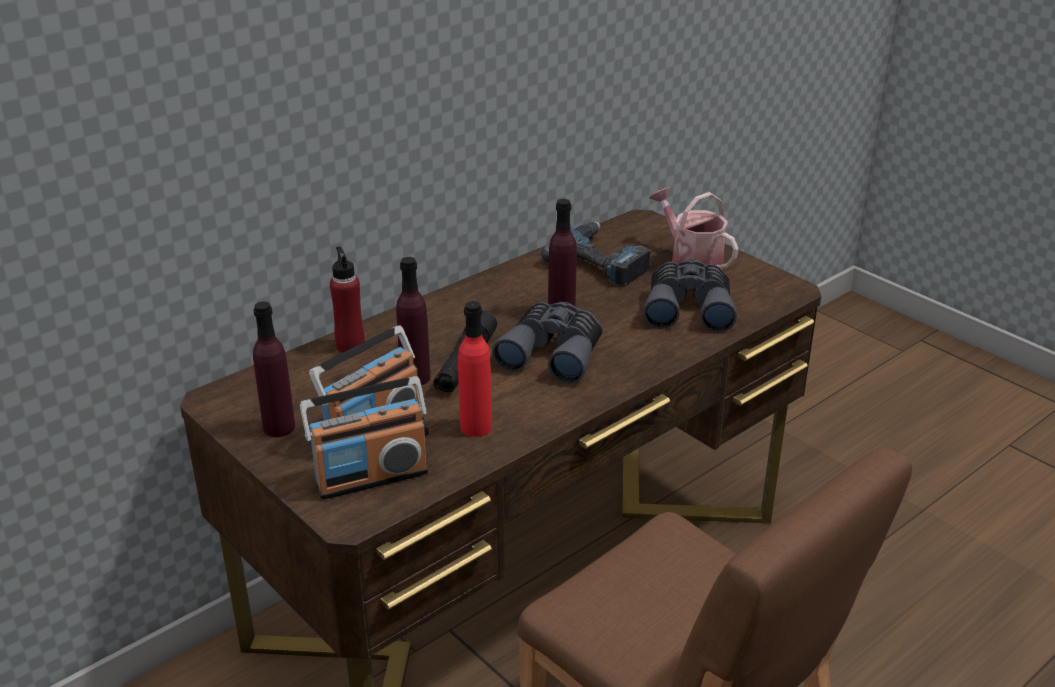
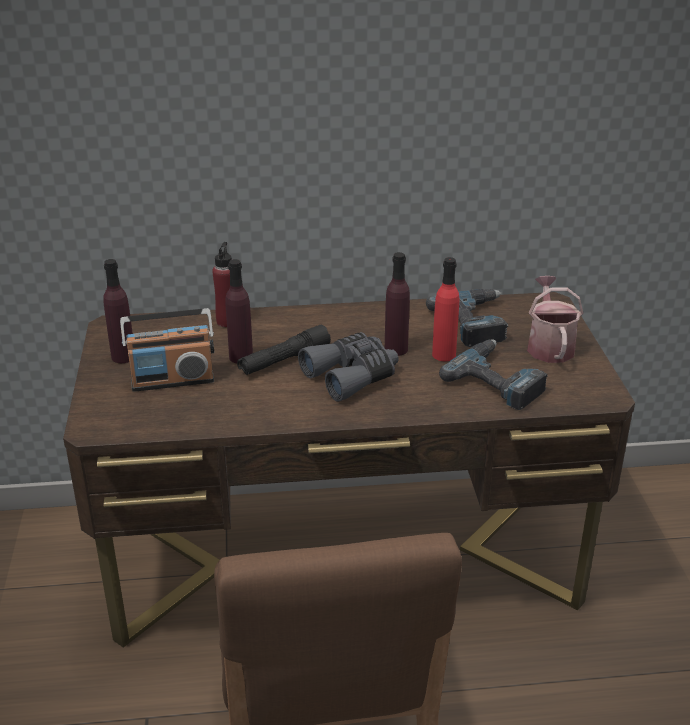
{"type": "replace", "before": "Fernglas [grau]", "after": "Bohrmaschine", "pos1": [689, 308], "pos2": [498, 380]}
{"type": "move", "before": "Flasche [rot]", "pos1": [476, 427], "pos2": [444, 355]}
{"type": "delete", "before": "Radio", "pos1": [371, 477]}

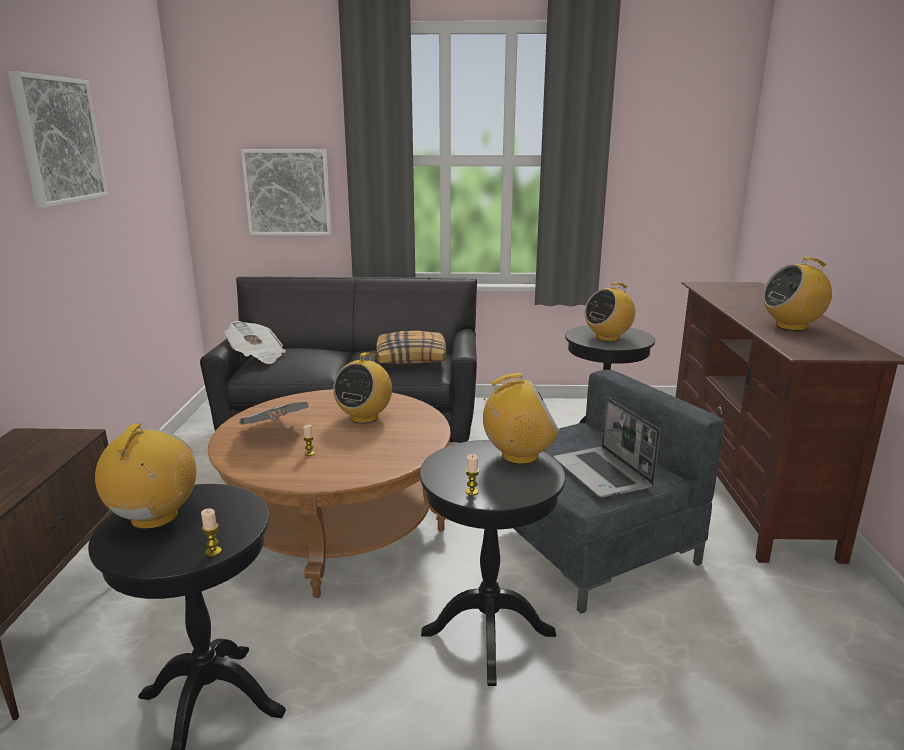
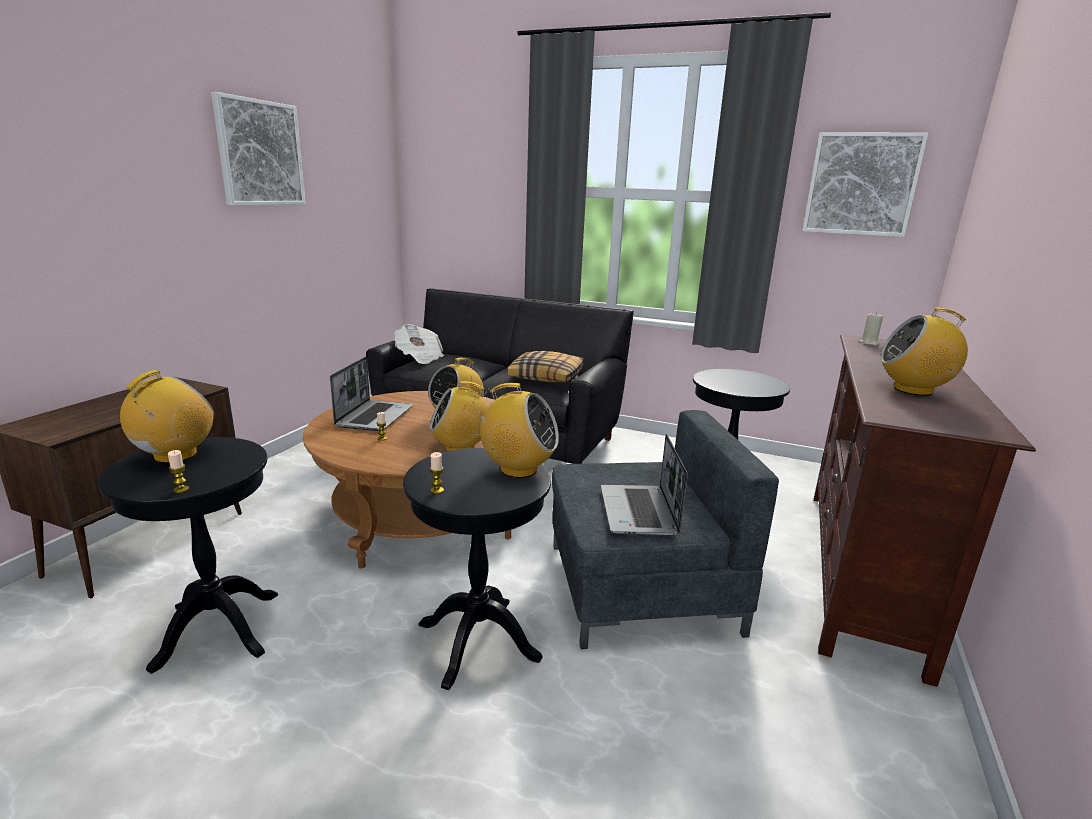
{"type": "move", "before": "Bild", "pos1": [288, 192], "pos2": [861, 184]}
{"type": "move", "before": "Radio", "pos1": [608, 338], "pos2": [460, 448]}
{"type": "replace", "before": "Zeitung", "after": "Laptop", "pos1": [275, 431], "pos2": [374, 416]}
{"type": "insert", "after": "Kerze [beige]", "pos2": [869, 343]}

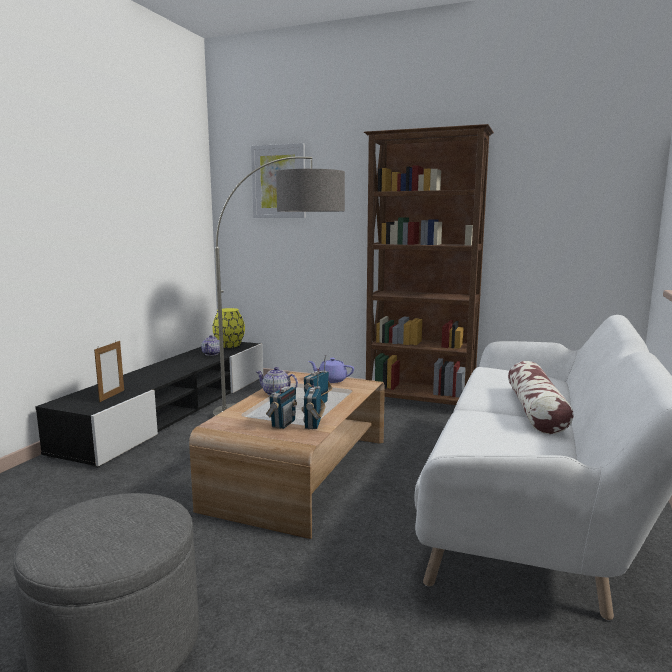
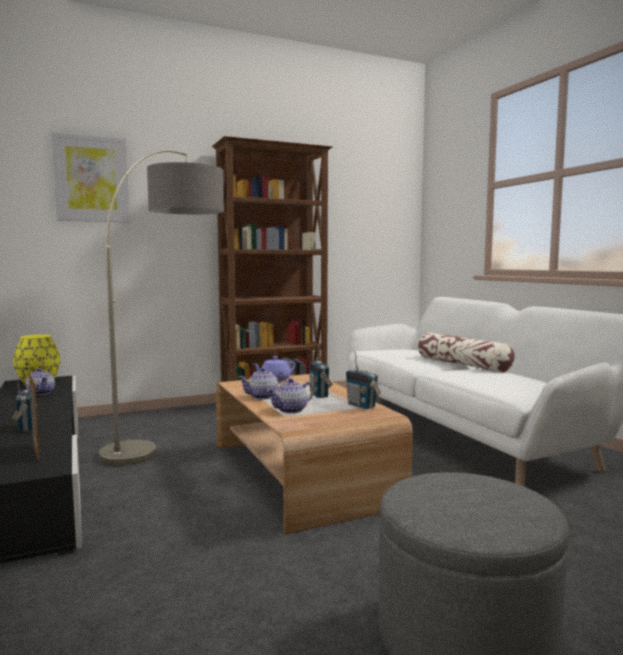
{"type": "move", "before": "Radio", "pos1": [283, 424], "pos2": [26, 428]}
{"type": "insert", "after": "Teekanne", "pos2": [291, 410]}

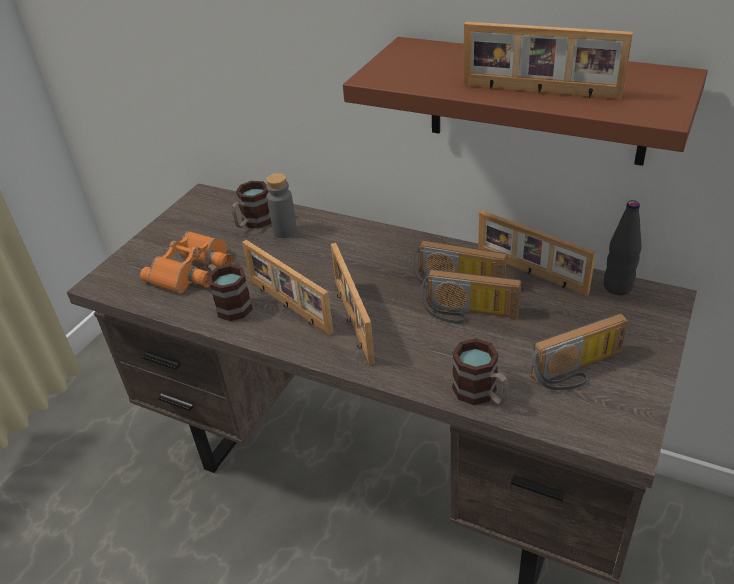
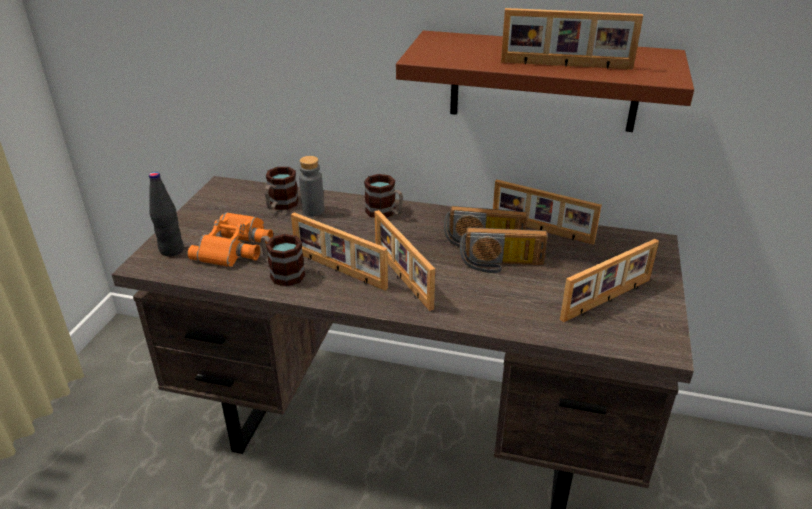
{"type": "move", "before": "Flasche [schwarz]", "pos1": [617, 287], "pos2": [171, 250]}
{"type": "replace", "before": "Radio", "after": "Bilderrahmen", "pos1": [579, 371], "pos2": [607, 300]}
{"type": "move", "before": "Henkelbecher", "pos1": [481, 394], "pos2": [385, 213]}

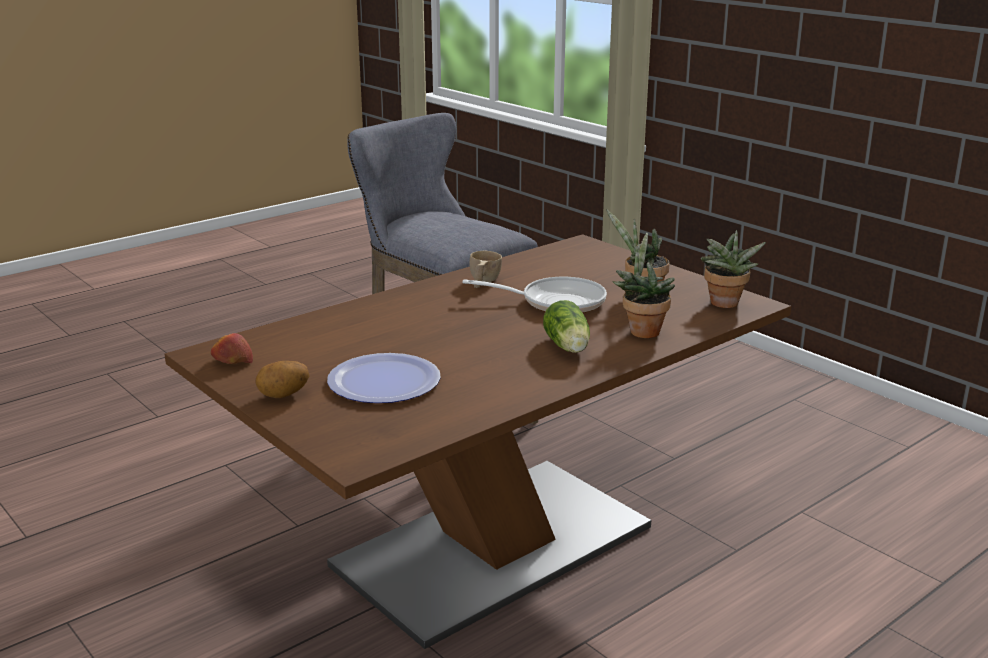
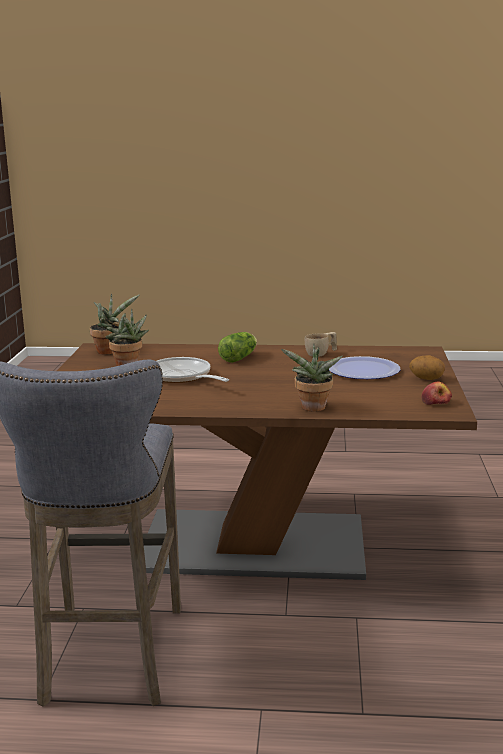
{"type": "move", "before": "Topfpflanze", "pos1": [642, 330], "pos2": [312, 409]}
{"type": "move", "before": "Tasse [beige]", "pos1": [483, 282], "pos2": [321, 354]}

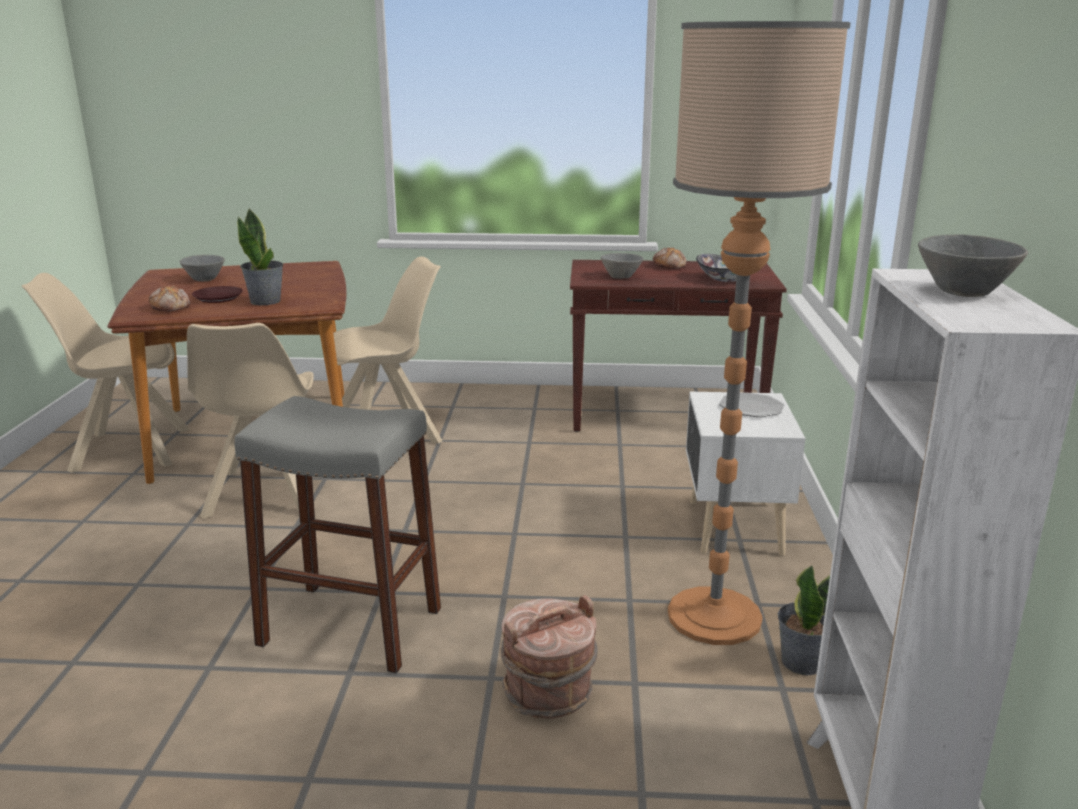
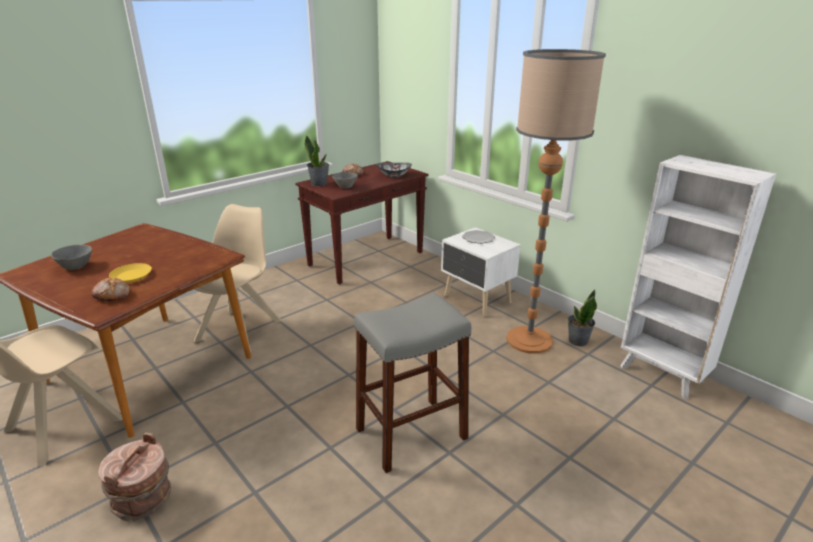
{"type": "move", "before": "Topfpflanze", "pos1": [266, 301], "pos2": [319, 184]}
{"type": "delete", "before": "Schüssel [grau]", "pos1": [960, 291]}
{"type": "recolor", "before": "Teller [braun]", "after": "Teller [gelb]", "pos1": [218, 298], "pos2": [132, 276]}
{"type": "delete", "before": "Stuhl [beige]", "pos1": [264, 495]}
{"type": "move", "before": "Eimer [braun]", "pos1": [548, 694], "pos2": [143, 499]}

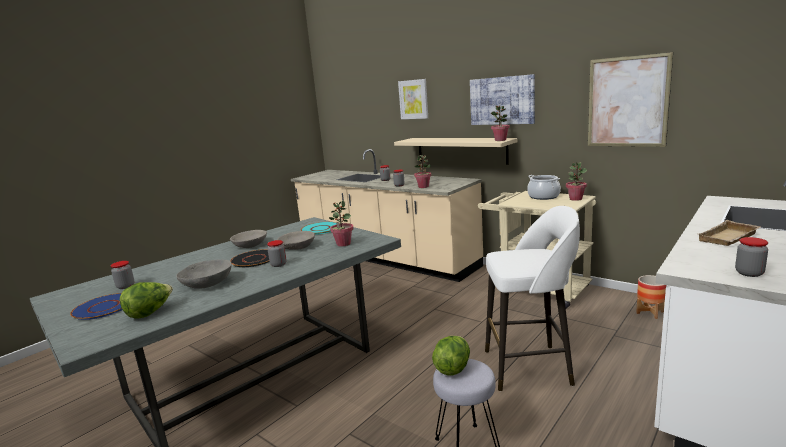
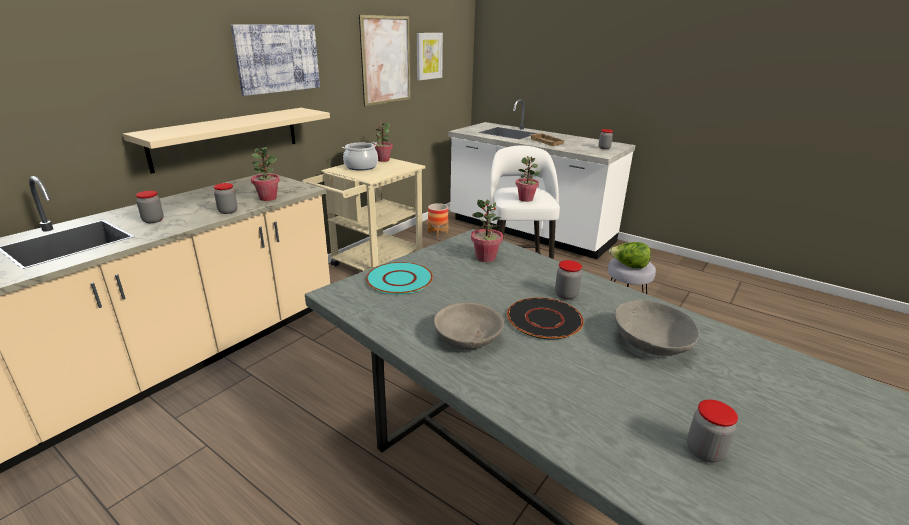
{"type": "move", "before": "Bild", "pos1": [413, 99], "pos2": [428, 56]}
{"type": "move", "before": "Topfpflanze", "pos1": [500, 140], "pos2": [526, 199]}
{"type": "delete", "before": "Schüssel [grau]", "pos1": [297, 247]}
{"type": "delete", "before": "Salatkopf", "pos1": [150, 313]}
{"type": "delete", "before": "Teller [blau]", "pos1": [104, 307]}

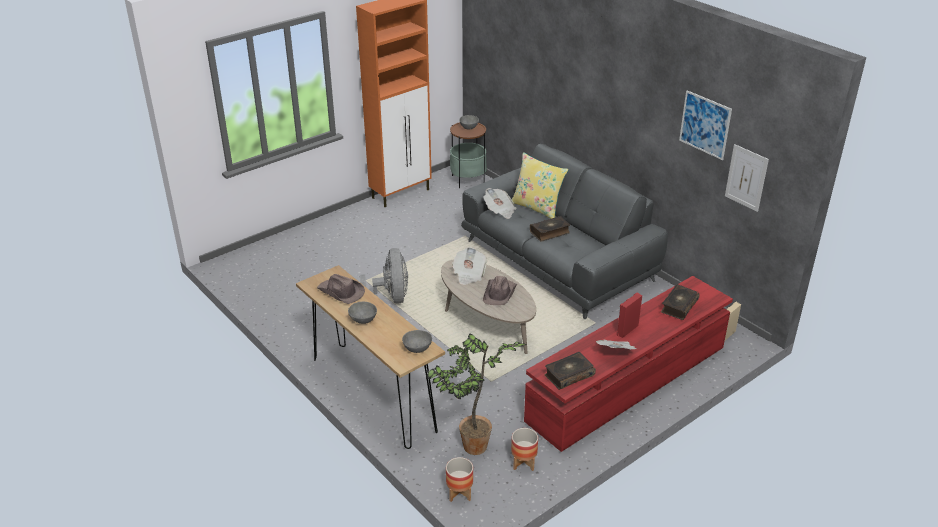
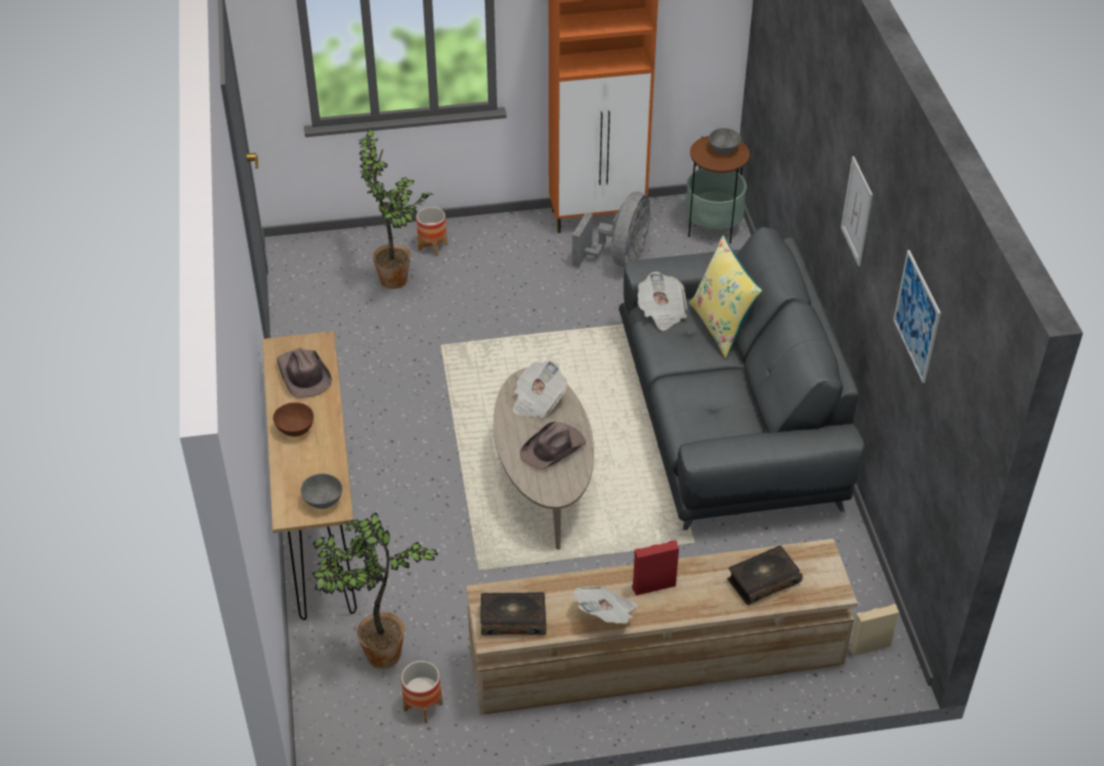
{"type": "move", "before": "Bild", "pos1": [746, 177], "pos2": [857, 211]}
{"type": "delete", "before": "Buch", "pos1": [550, 232]}
{"type": "move", "before": "Ventilator [grau]", "pos1": [390, 300], "pos2": [619, 258]}
{"type": "recolor", "before": "Fernsehschrank [rot]", "after": "Fernsehschrank [beige]", "pos1": [627, 384], "pos2": [656, 658]}
{"type": "recolor", "before": "Schüssel [grau]", "after": "Schüssel [braun]", "pos1": [362, 320], "pos2": [295, 428]}
{"type": "move", "before": "Pflanzkübel", "pos1": [459, 493], "pos2": [432, 247]}
{"type": "insert", "after": "Topfpflanze", "pos2": [396, 282]}

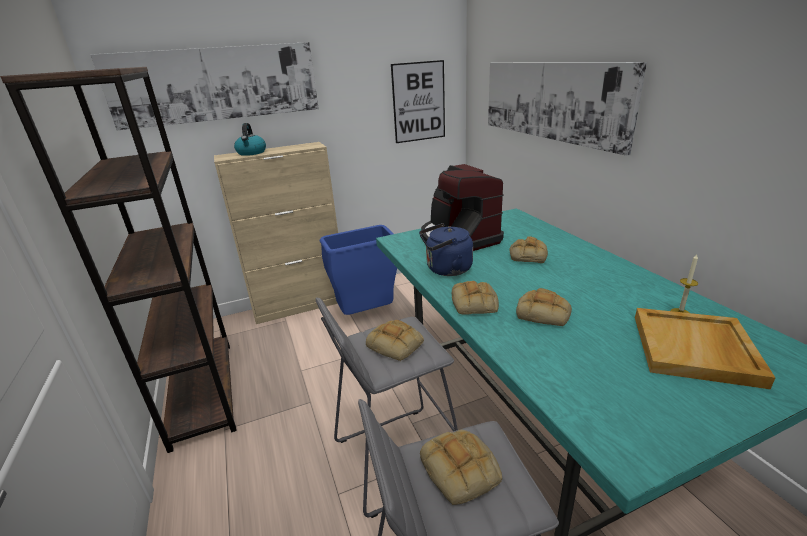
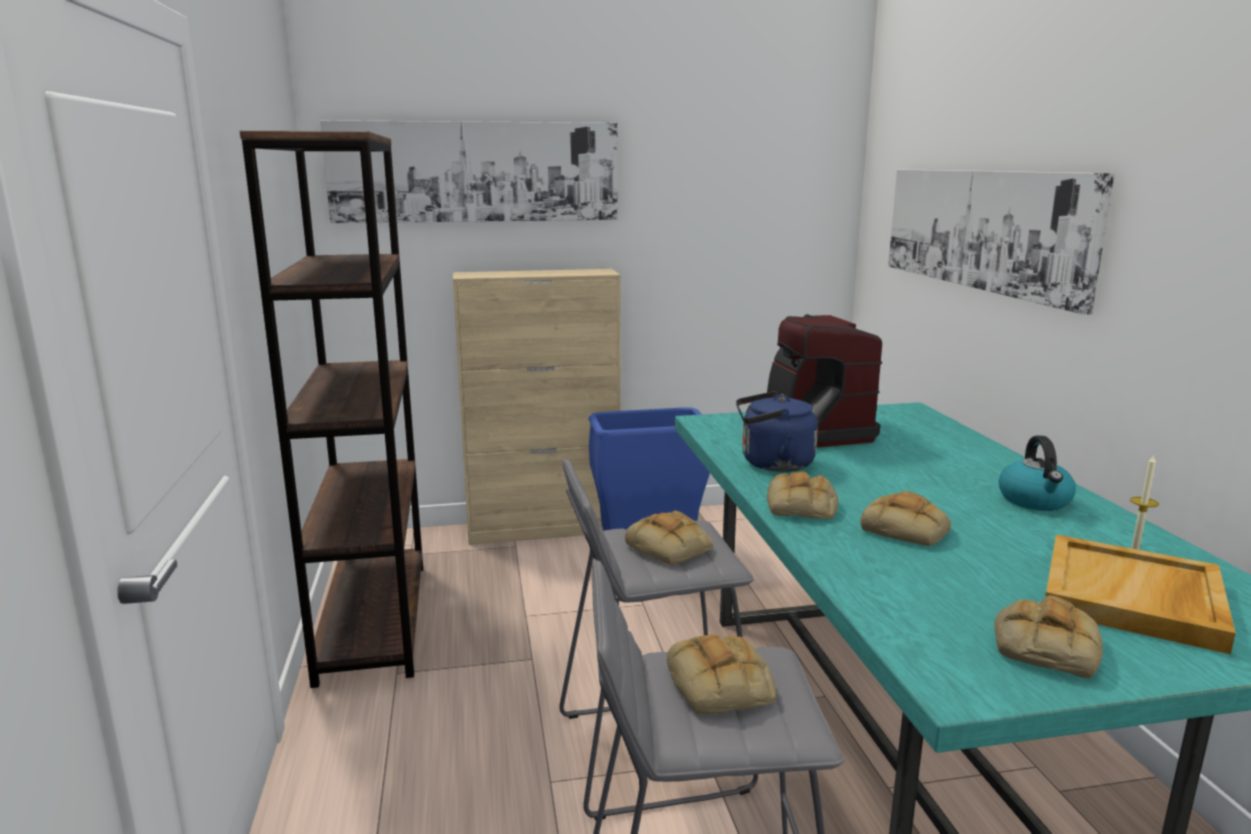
{"type": "delete", "before": "Bild", "pos1": [419, 102]}
{"type": "move", "before": "Wasserkessel", "pos1": [251, 153], "pos2": [1035, 501]}
{"type": "move", "before": "Brot", "pos1": [527, 255], "pos2": [1044, 645]}

